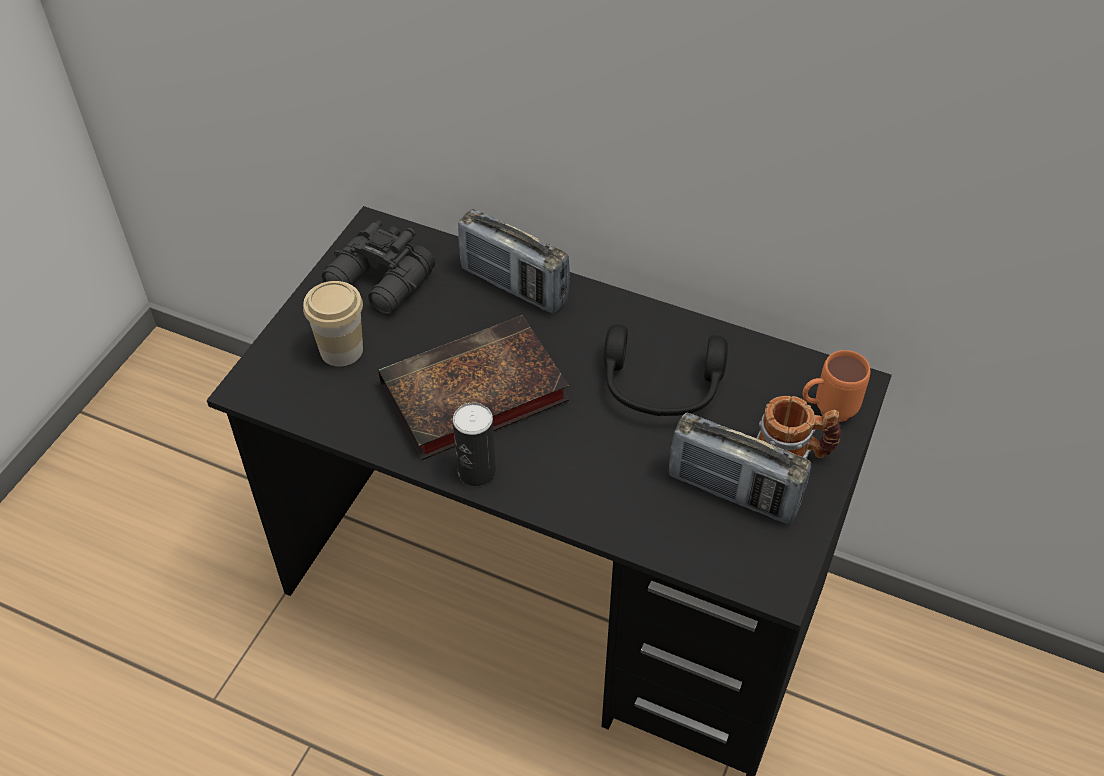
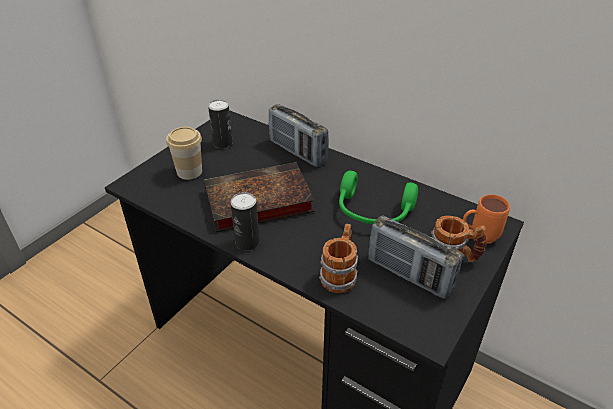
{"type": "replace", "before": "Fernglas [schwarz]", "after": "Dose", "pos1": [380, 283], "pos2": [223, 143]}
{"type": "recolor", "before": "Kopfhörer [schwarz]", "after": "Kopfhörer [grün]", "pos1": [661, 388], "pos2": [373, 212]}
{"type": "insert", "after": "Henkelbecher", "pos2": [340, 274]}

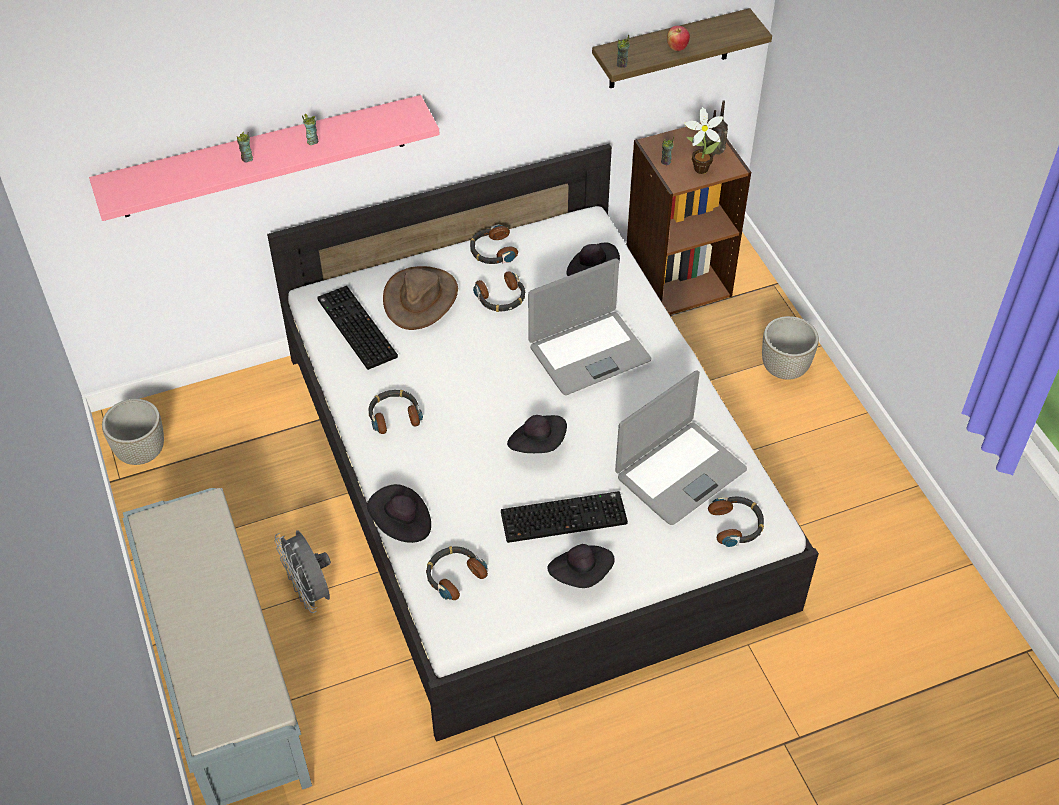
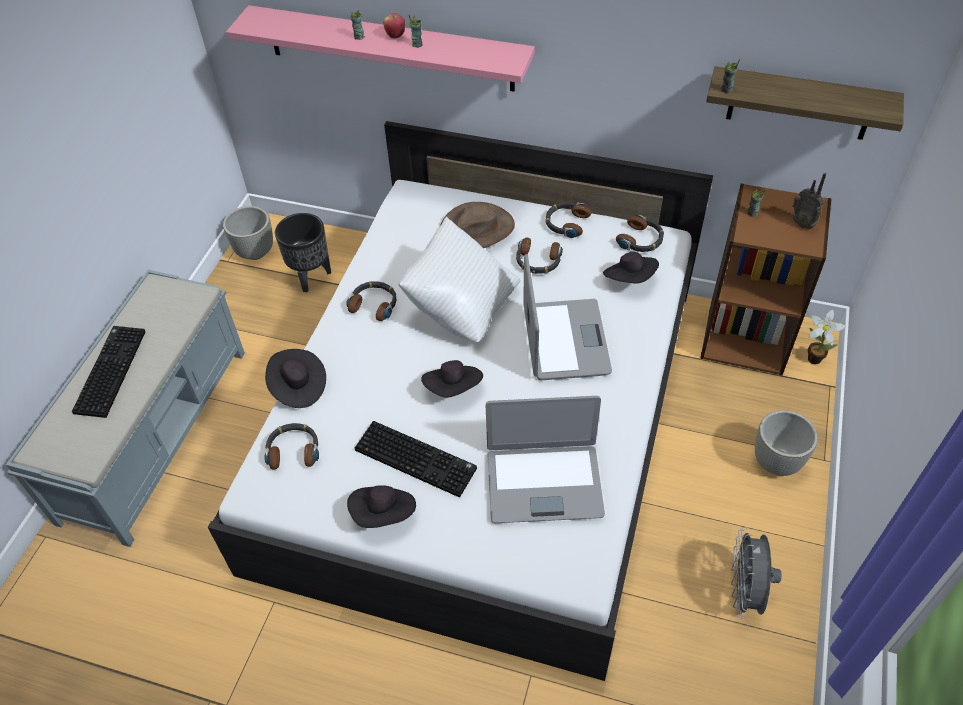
{"type": "move", "before": "Apfel", "pos1": [677, 48], "pos2": [395, 35]}
{"type": "move", "before": "Topfpflanze", "pos1": [698, 168], "pos2": [812, 357]}
{"type": "rotate", "before": "Laptop", "pos1": [589, 353], "pos2": [564, 340], "turn": -105}
{"type": "move", "before": "Tastatur", "pos1": [354, 328], "pos2": [109, 370]}
{"type": "move", "before": "Kopfhörer", "pos1": [736, 525], "pos2": [641, 240]}
{"type": "move", "before": "Ventilator [grau]", "pos1": [310, 591], "pos2": [745, 592]}
{"type": "insert", "after": "Pflanzkübel [schwarz]", "pos2": [310, 277]}
{"type": "insert", "after": "Kissen [weiß]", "pos2": [461, 306]}

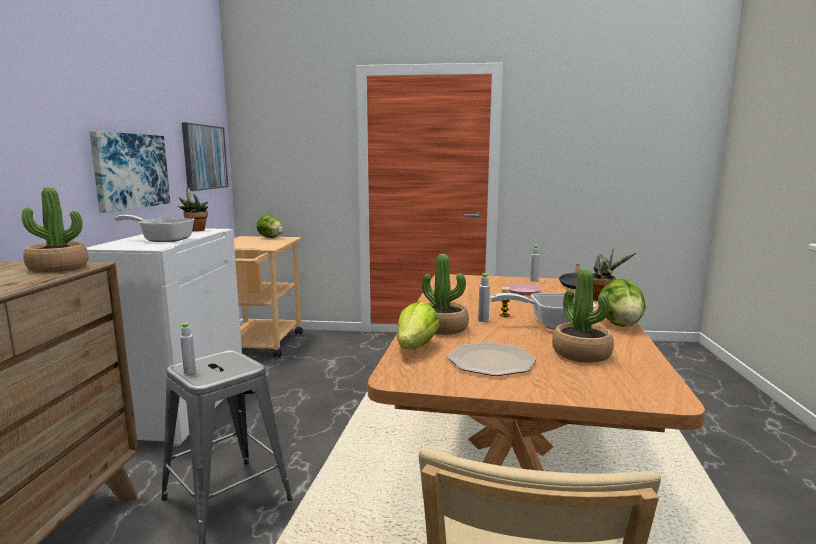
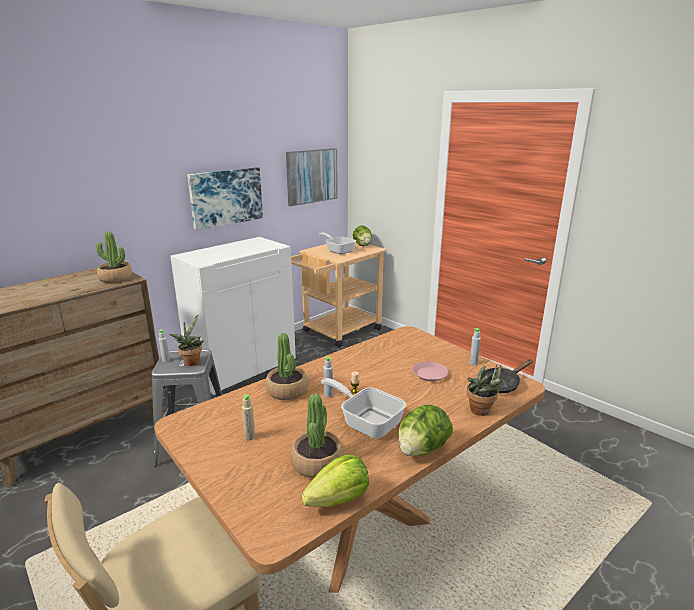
{"type": "move", "before": "Topfpflanze", "pos1": [195, 230], "pos2": [191, 361]}
{"type": "move", "before": "Pfanne", "pos1": [162, 240], "pos2": [338, 251]}
{"type": "move", "before": "Salatkopf", "pos1": [415, 347], "pos2": [339, 499]}
{"type": "replace", "before": "Teller", "after": "Flasche [beige]", "pos1": [491, 360], "pos2": [250, 437]}

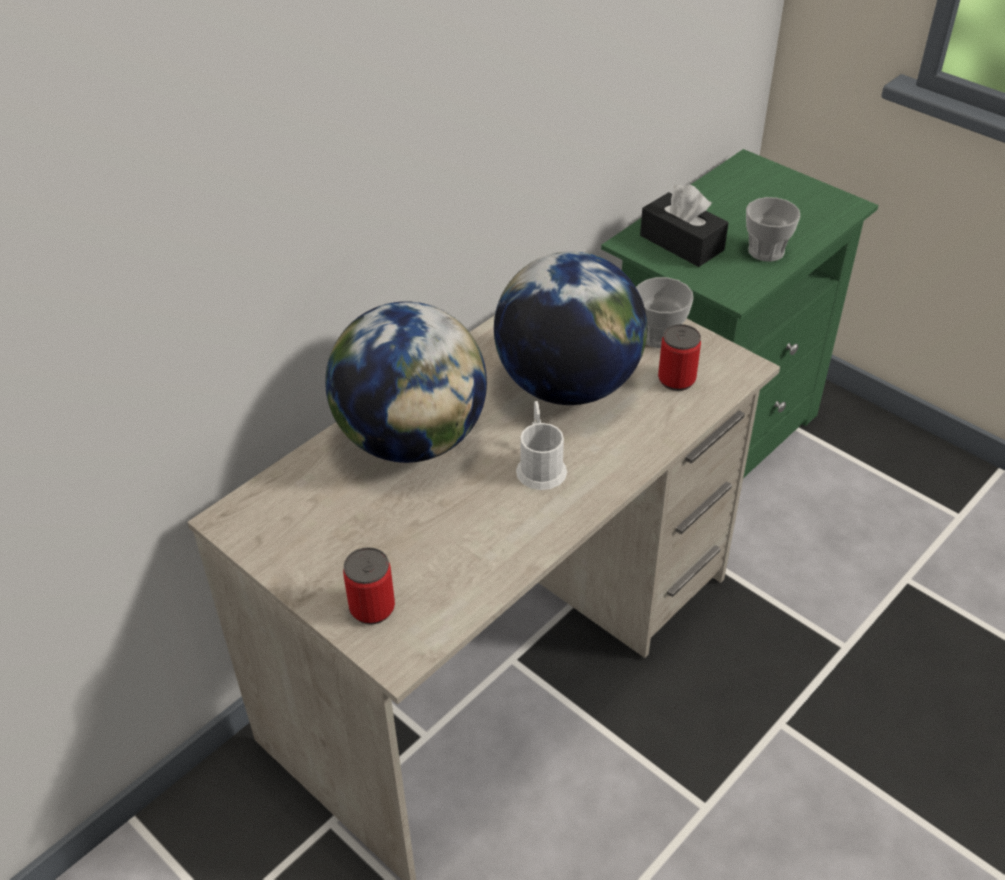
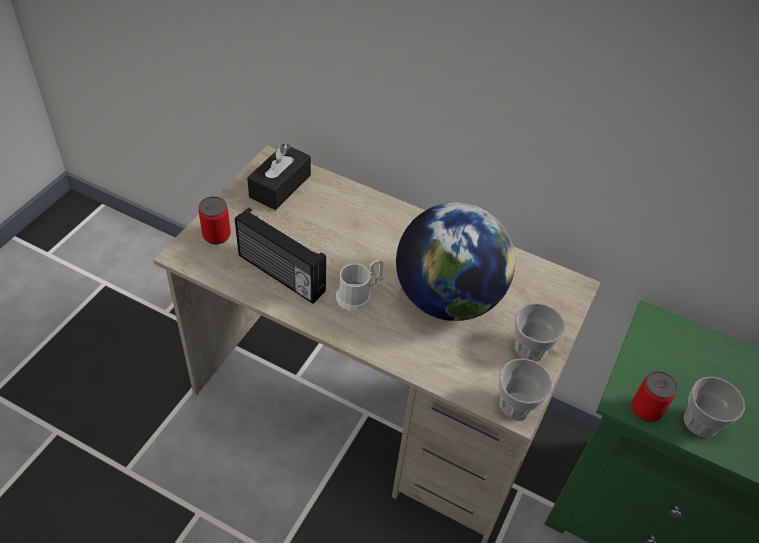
{"type": "move", "before": "Taschentuchbox [schwarz]", "pos1": [681, 243], "pos2": [280, 186]}
{"type": "delete", "before": "Globus", "pos1": [411, 439]}
{"type": "move", "before": "Dose", "pos1": [676, 379], "pos2": [646, 409]}
{"type": "insert", "after": "Radio", "pos2": [280, 275]}
{"type": "insert", "after": "Tasse", "pos2": [516, 405]}

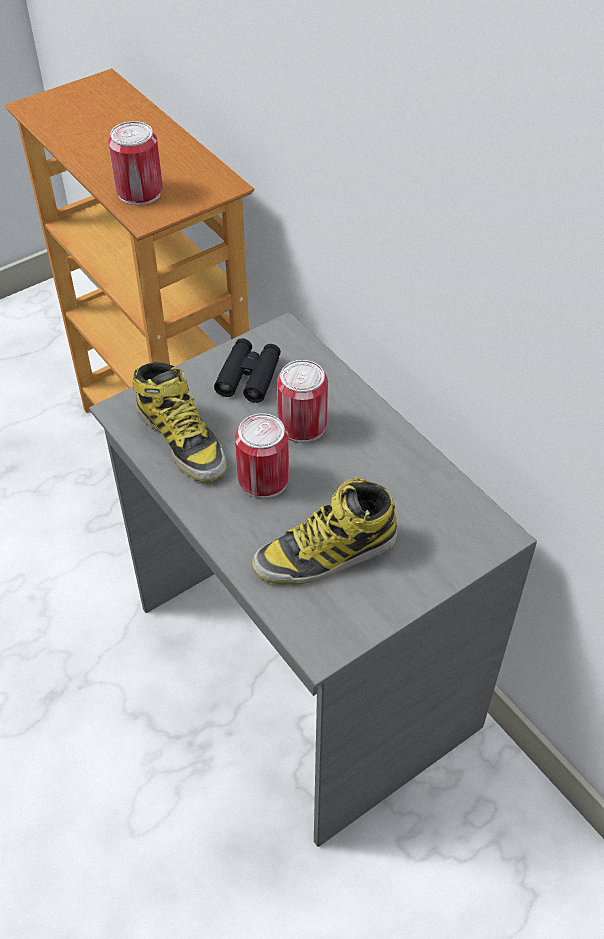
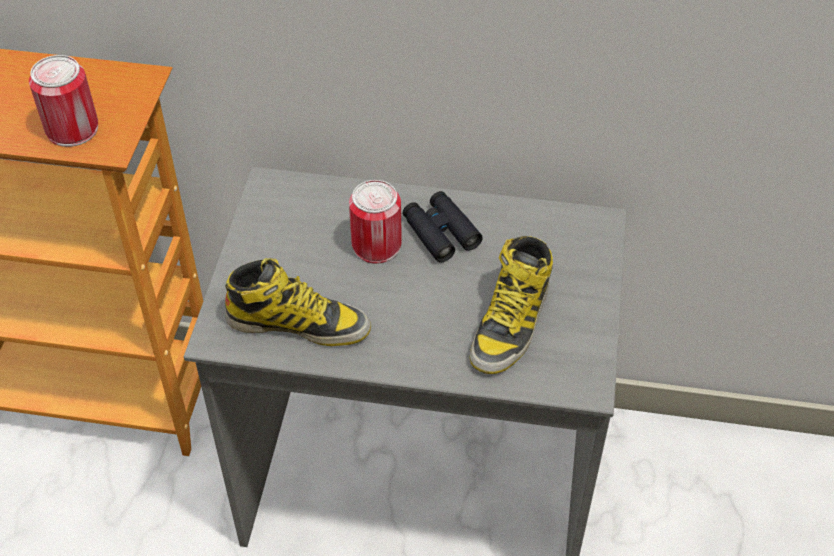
{"type": "move", "before": "Fernglas [schwarz]", "pos1": [249, 376], "pos2": [441, 232]}
{"type": "delete", "before": "Dose", "pos1": [263, 479]}

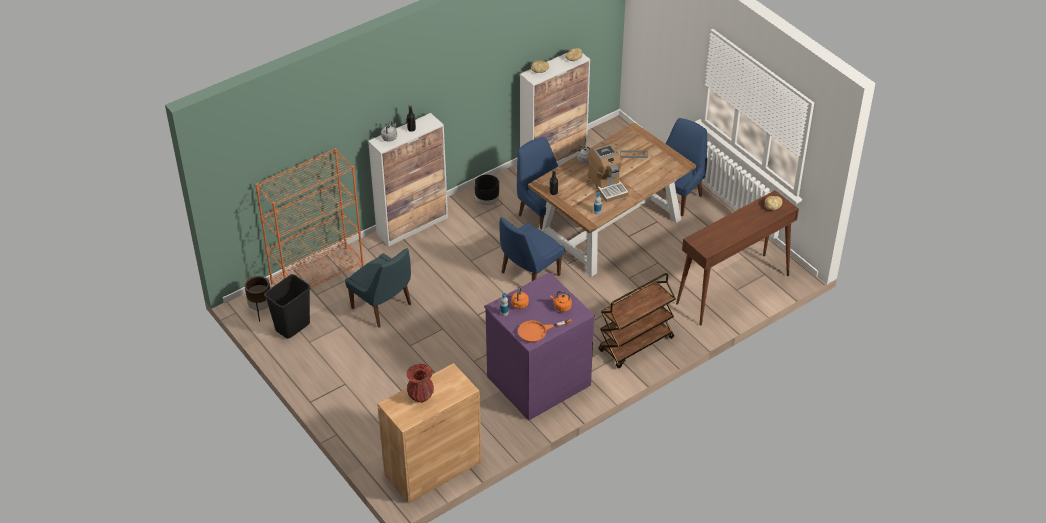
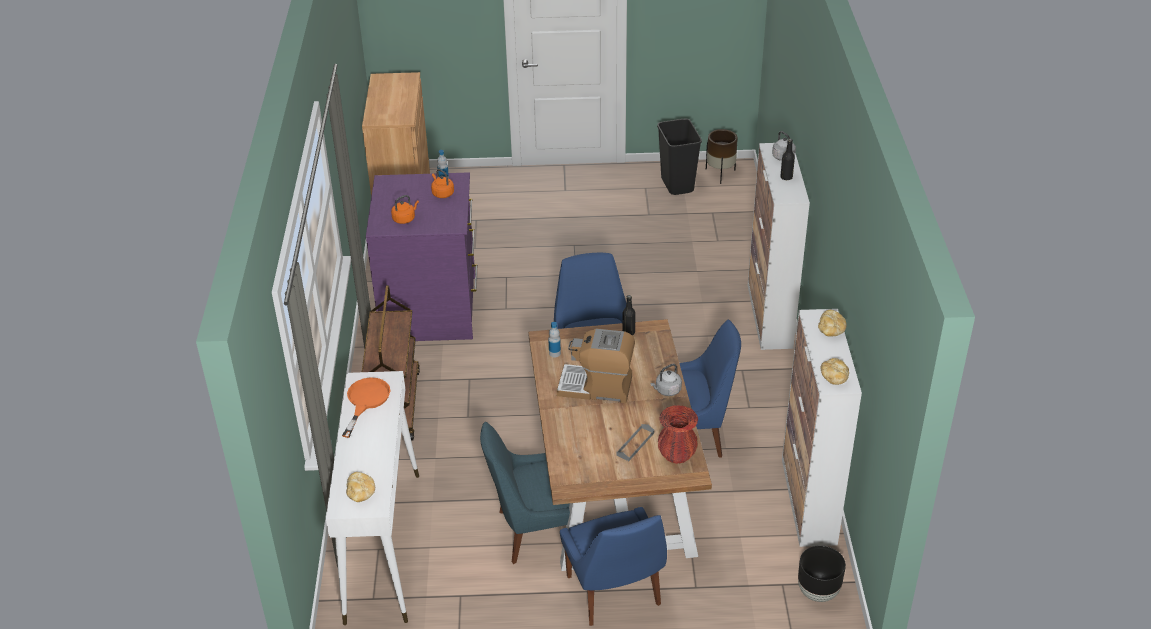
{"type": "delete", "before": "Bücherregal [orange]", "pos1": [318, 274]}
{"type": "move", "before": "Pflanzkübel [schwarz]", "pos1": [486, 201], "pos2": [818, 591]}
{"type": "recolor", "before": "Konsolentisch [braun]", "after": "Konsolentisch [weiß]", "pos1": [732, 289], "pos2": [383, 545]}
{"type": "move", "before": "Stuhl [blau]", "pos1": [383, 307], "pos2": [533, 532]}
{"type": "move", "before": "Pfanne [orange]", "pos1": [537, 331], "pos2": [365, 401]}
{"type": "move", "before": "Vase [rot]", "pos1": [420, 396], "pos2": [677, 455]}

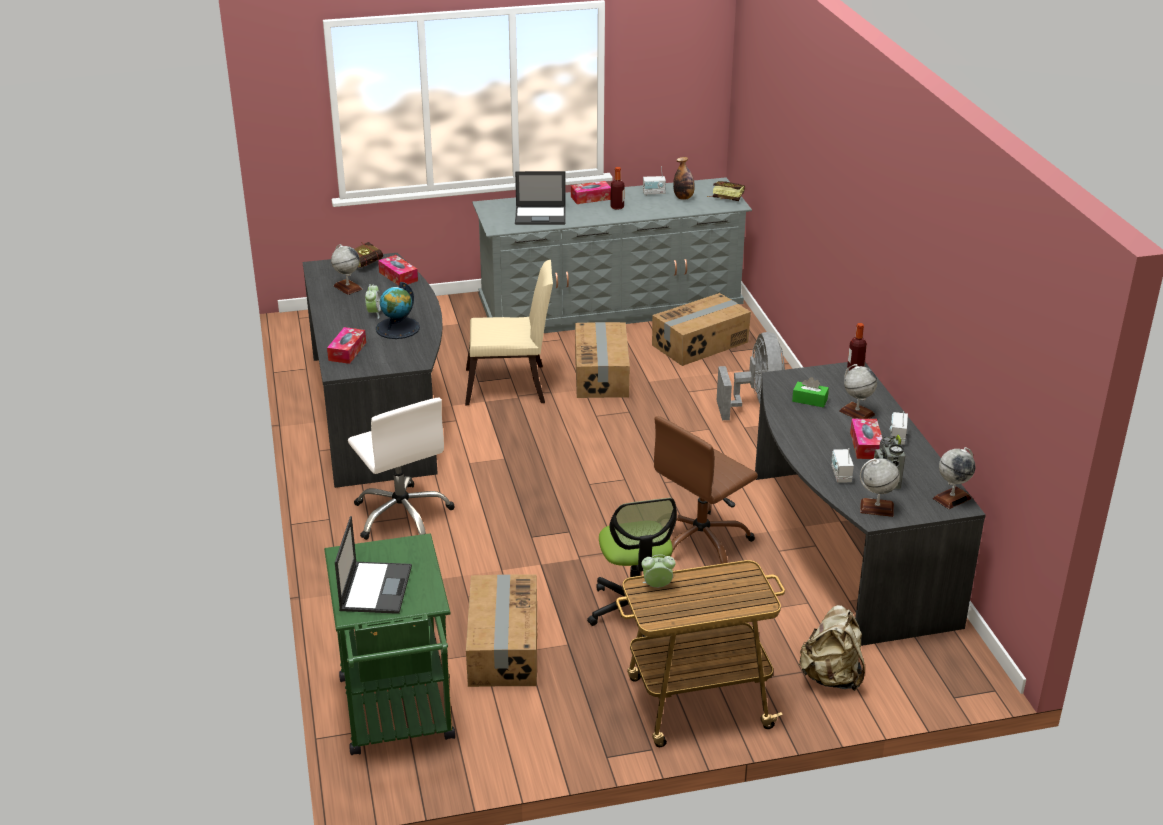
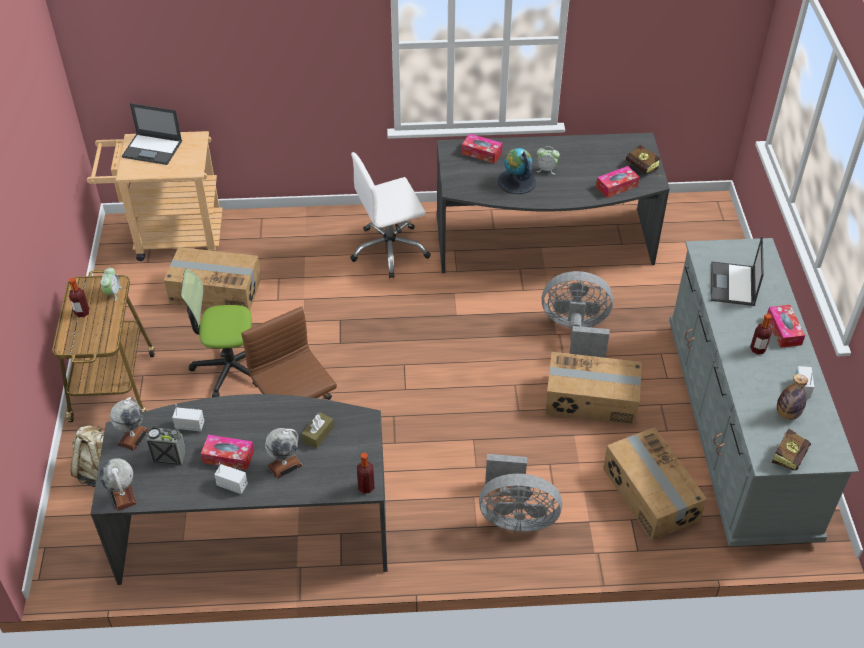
{"type": "delete", "before": "Globus", "pos1": [347, 287]}
{"type": "replace", "before": "Stuhl [beige]", "after": "Ventilator [grau]", "pos1": [511, 386], "pos2": [576, 331]}
{"type": "recolor", "before": "Taschentuchbox [grün]", "after": "Taschentuchbox [braun]", "pos1": [809, 400], "pos2": [318, 434]}
{"type": "recolor", "before": "Rollwagen [grün]", "after": "Rollwagen [beige]", "pos1": [398, 717], "pos2": [169, 237]}
{"type": "insert", "after": "Flasche", "pos2": [82, 313]}

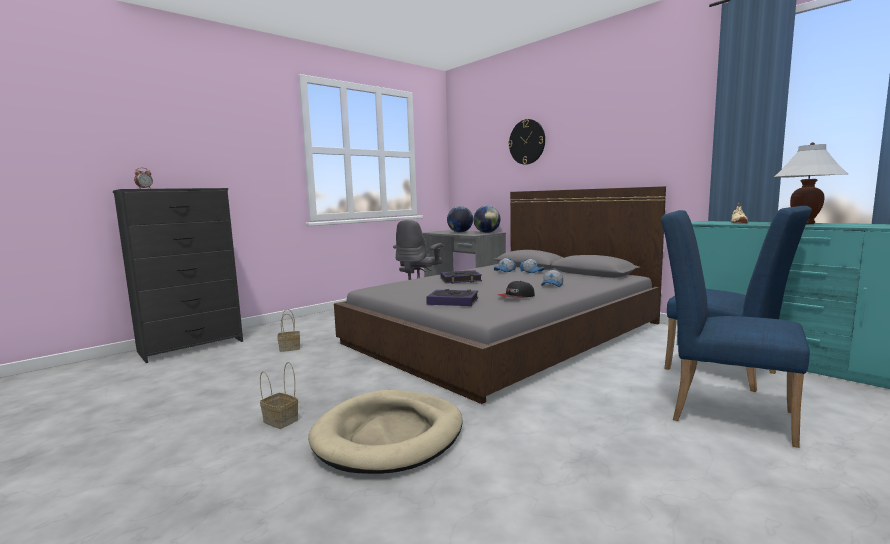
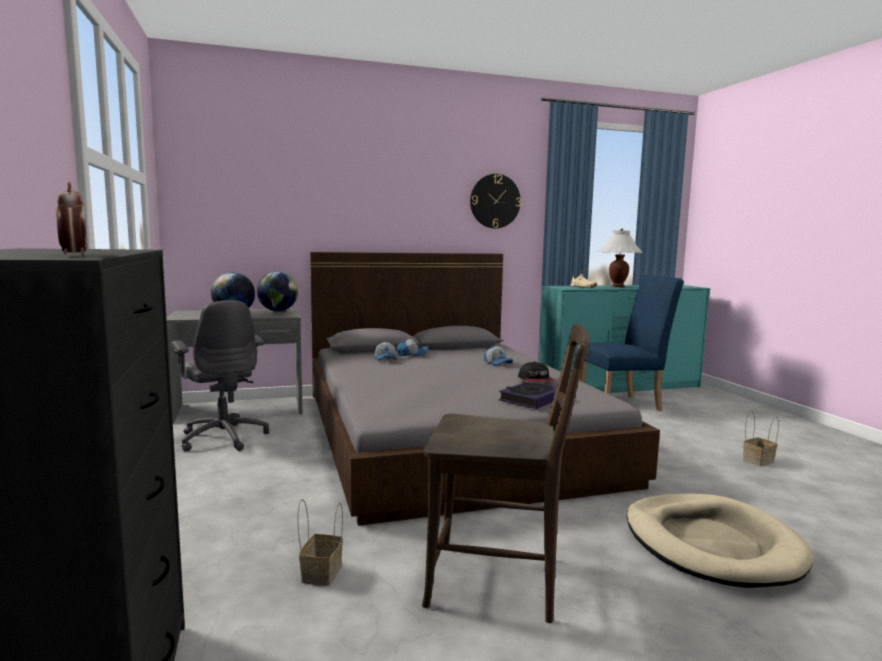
{"type": "move", "before": "Wanduhr", "pos1": [527, 142], "pos2": [495, 201]}
{"type": "delete", "before": "Stuhl [blau]", "pos1": [721, 412]}
{"type": "delete", "before": "Buch", "pos1": [460, 280]}
{"type": "move", "before": "Korb", "pos1": [282, 420], "pos2": [758, 460]}
{"type": "insert", "after": "Stuhl [braun]", "pos2": [501, 582]}

